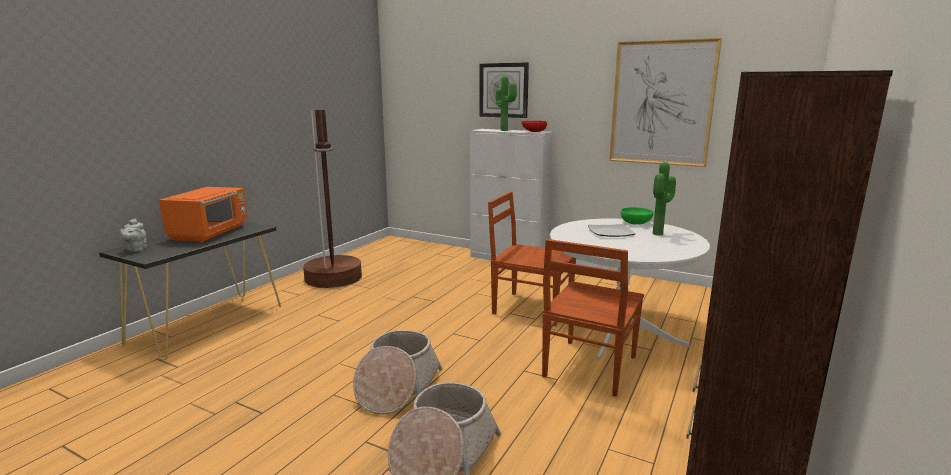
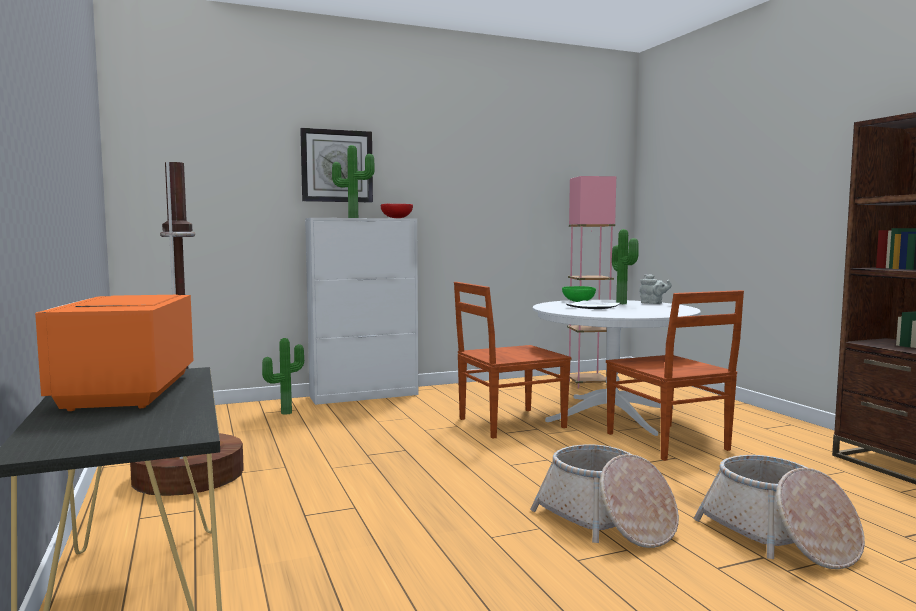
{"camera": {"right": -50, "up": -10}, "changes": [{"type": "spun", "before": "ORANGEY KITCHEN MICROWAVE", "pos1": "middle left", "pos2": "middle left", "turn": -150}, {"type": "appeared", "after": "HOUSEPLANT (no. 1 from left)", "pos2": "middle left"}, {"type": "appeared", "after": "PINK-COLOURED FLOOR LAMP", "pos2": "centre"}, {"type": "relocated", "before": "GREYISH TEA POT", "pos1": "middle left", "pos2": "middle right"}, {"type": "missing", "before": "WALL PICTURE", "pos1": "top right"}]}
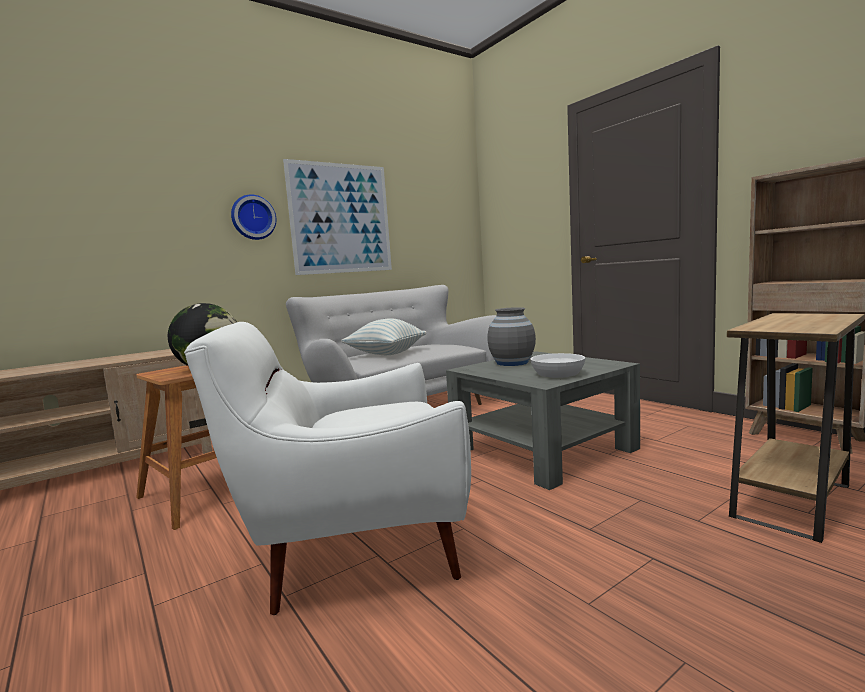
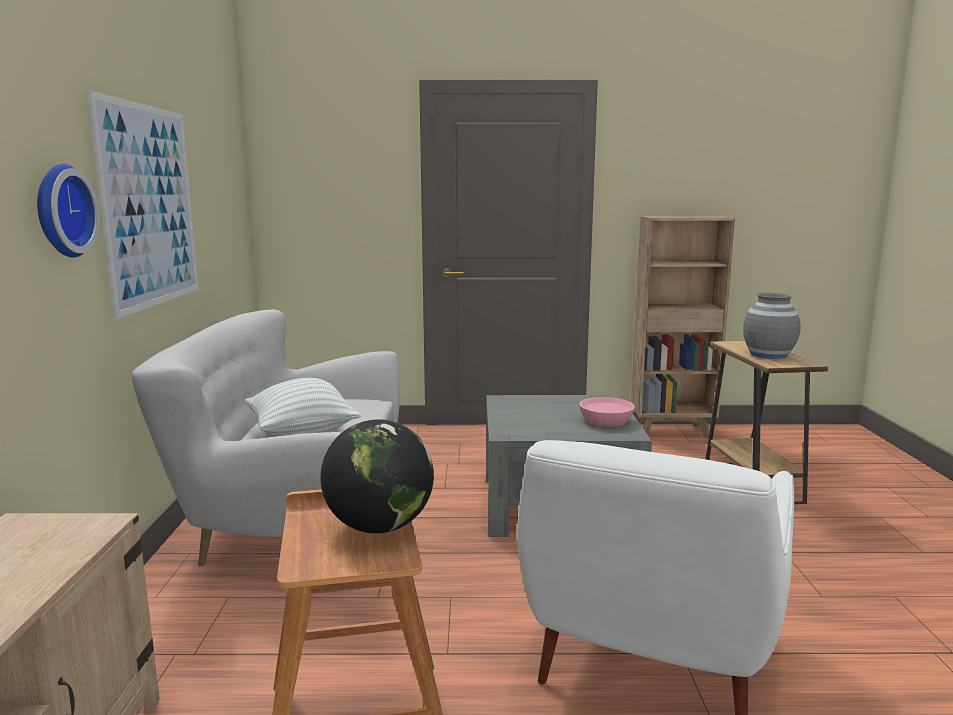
{"camera": {"right": -55, "up": 5}, "changes": [{"type": "colour", "before": "WHITE-COLOURED BOWL", "after": "PINK-COLOURED BOWL", "pos1": "centre", "pos2": "centre"}, {"type": "relocated", "before": "GREYISH VASE", "pos1": "centre", "pos2": "middle right"}]}
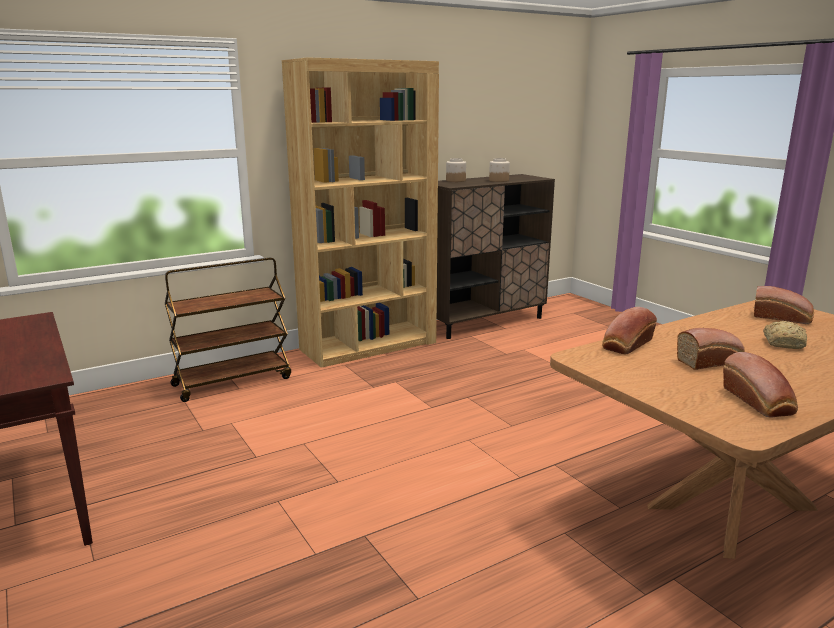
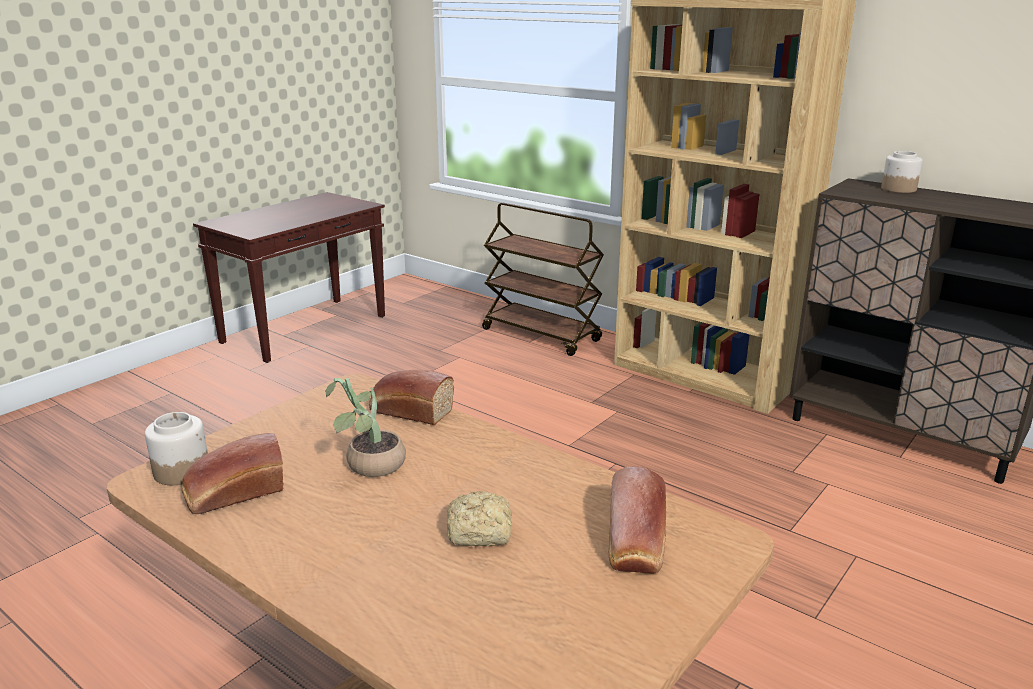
{"camera": {"right": 70, "up": 5}, "changes": [{"type": "relocated", "before": "PRESERVE JAR (no. 2 from left in the first image)", "after": "PRESERVE JAR (no. 1 from left)", "pos1": "top centre", "pos2": "middle left"}, {"type": "exchanged", "before": "BAKED BREAD (no. 2 from left)", "after": "HOUSEPLANT", "pos1": "middle right", "pos2": "centre"}]}
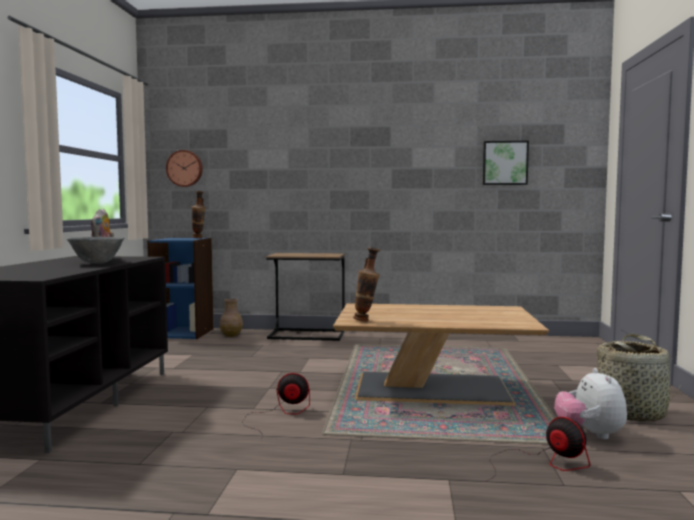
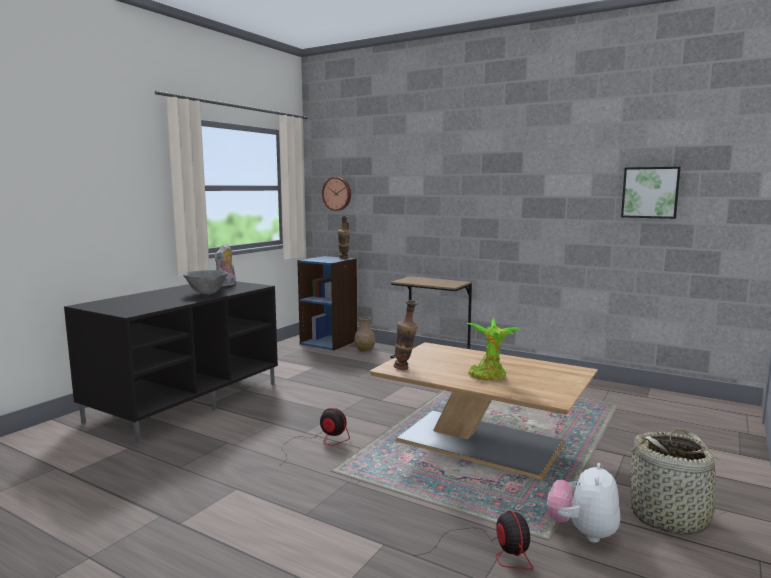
{"camera": {"right": 25, "up": 5}, "changes": [{"type": "appeared", "after": "HOUSEPLANT", "pos2": "centre"}]}
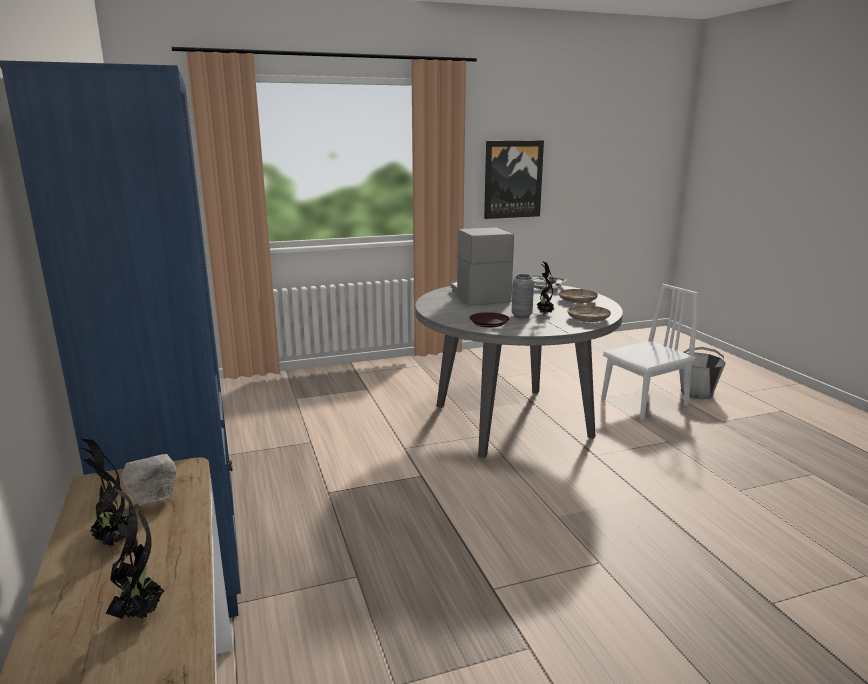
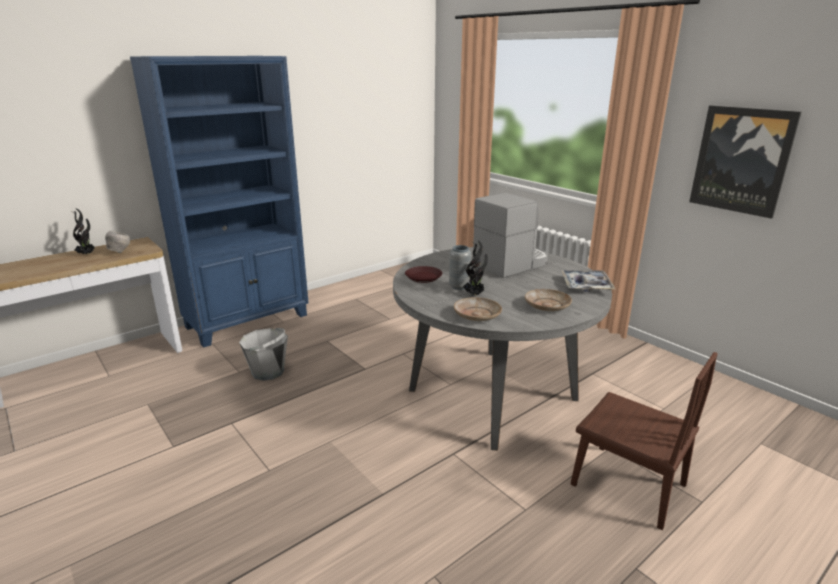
{"camera": {"right": 70, "up": 5}, "changes": [{"type": "relocated", "before": "GREYISH PAIL", "pos1": "middle right", "pos2": "middle left"}, {"type": "colour", "before": "WHITE-COLOURED UPRIGHT CHAIR", "after": "BROWNISH UPRIGHT CHAIR", "pos1": "middle right", "pos2": "bottom right"}, {"type": "missing", "before": "HOUSEPLANT (no. 2 from left)", "pos1": "bottom left"}]}
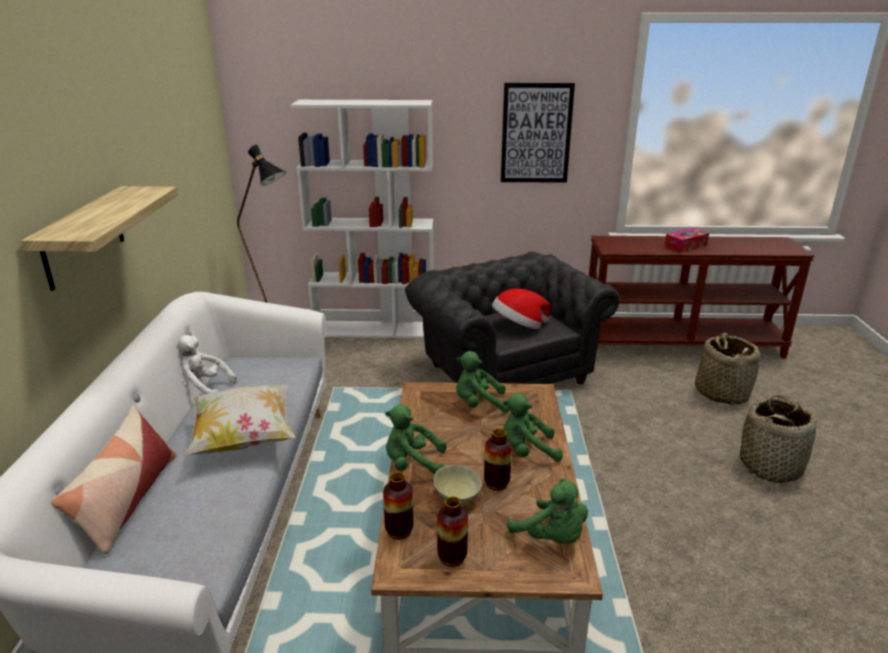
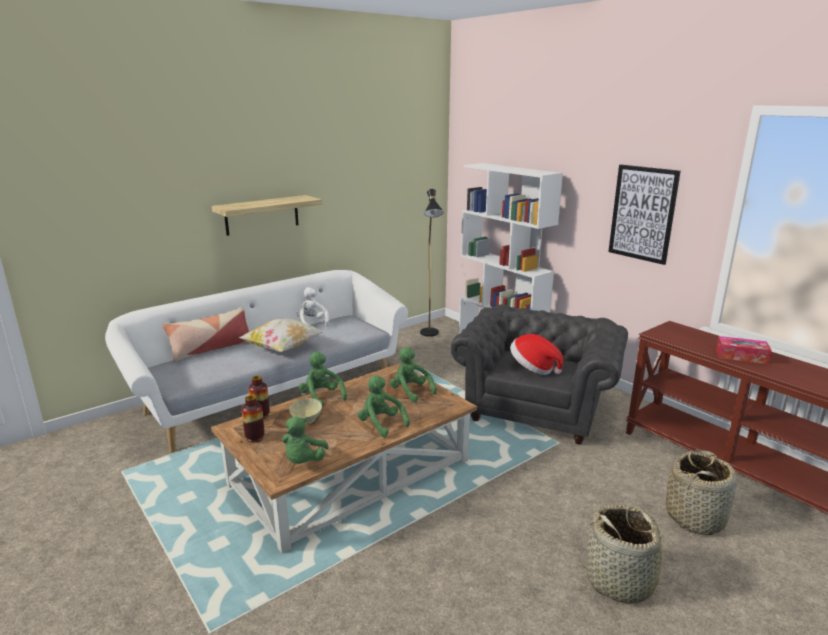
{"camera": {"right": 50, "up": -5}, "changes": [{"type": "missing", "before": "VASE (no. 3 from left)", "pos1": "bottom centre"}]}
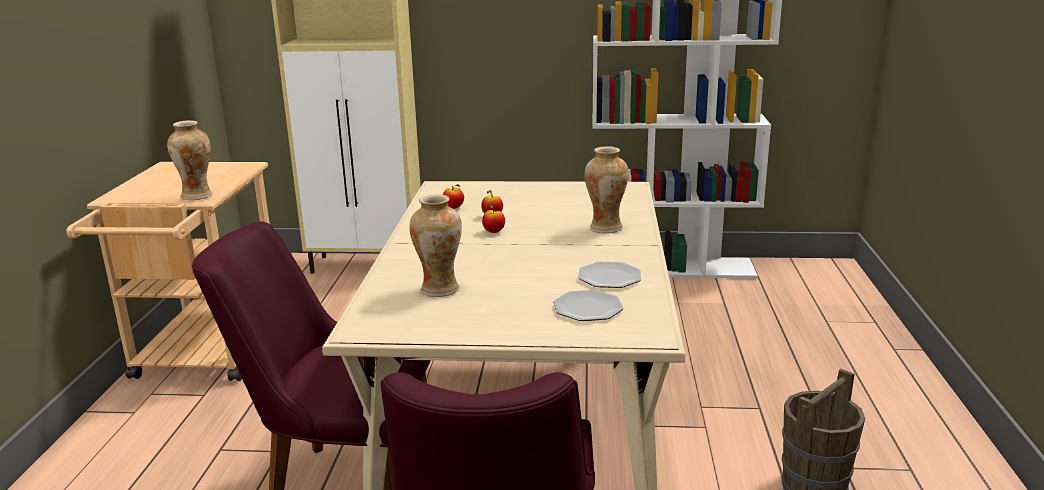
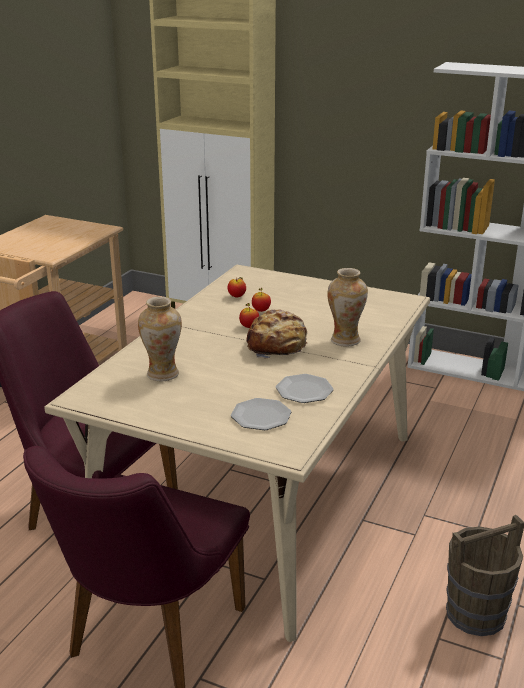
{"camera": {"right": 20, "up": 5}, "changes": [{"type": "appeared", "after": "BAKED BREAD", "pos2": "centre"}, {"type": "missing", "before": "VASE (no. 1 from left)", "pos1": "top left"}]}
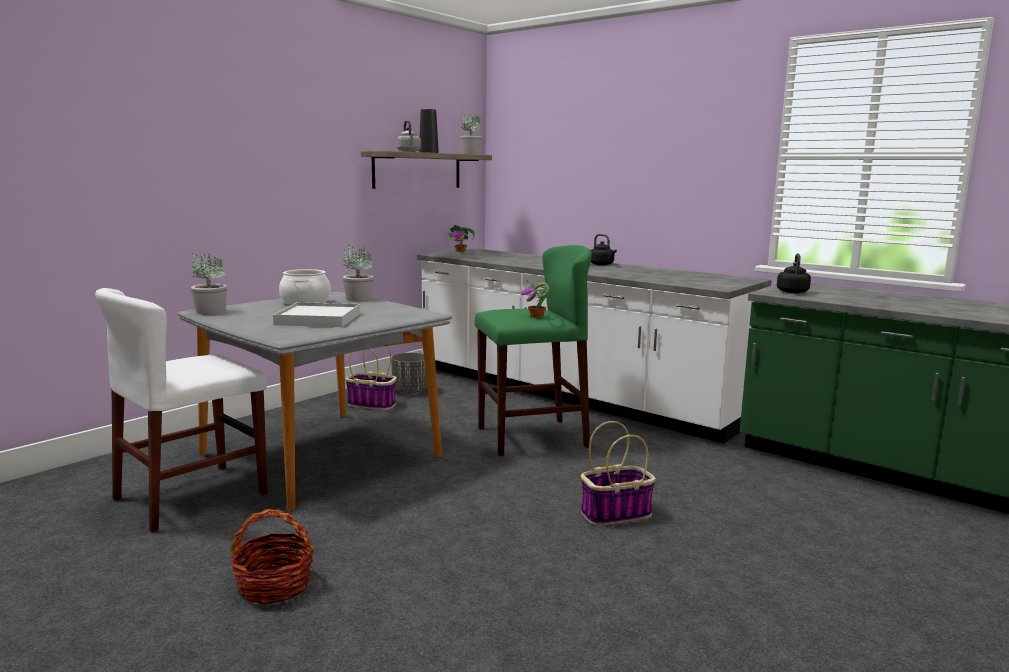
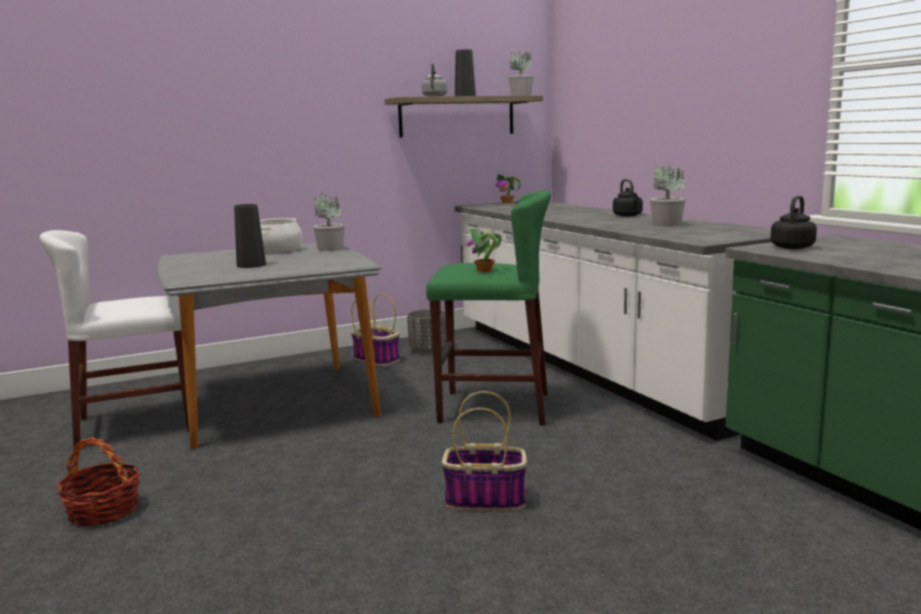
{"camera": {"right": 25, "up": 0}, "changes": [{"type": "exchanged", "before": "WHITE-COLOURED SERVING TRAY", "after": "BLACK-COLOURED VASE (no. 1 from left)", "pos1": "middle left", "pos2": "middle left"}, {"type": "relocated", "before": "HOUSEPLANT (no. 1 from left in the first image)", "after": "HOUSEPLANT (no. 5 from left)", "pos1": "middle left", "pos2": "top right"}]}
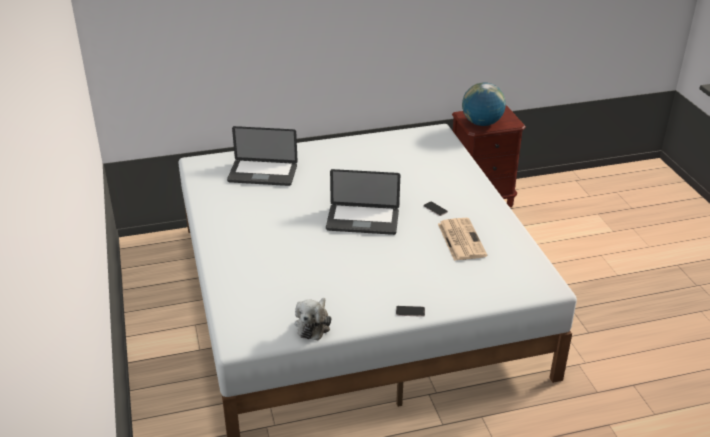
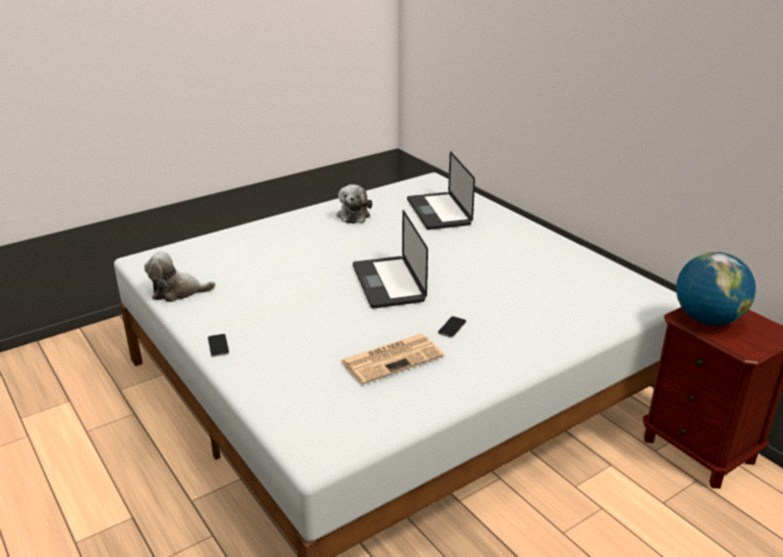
{"camera": {"right": 70, "up": -5}, "changes": [{"type": "appeared", "after": "CUDDLY TOY (no. 2 from left)", "pos2": "centre"}]}
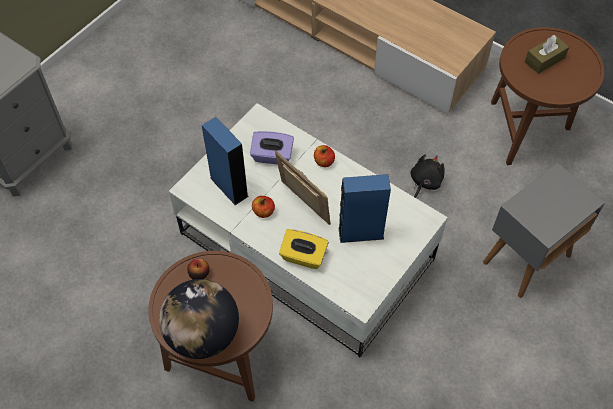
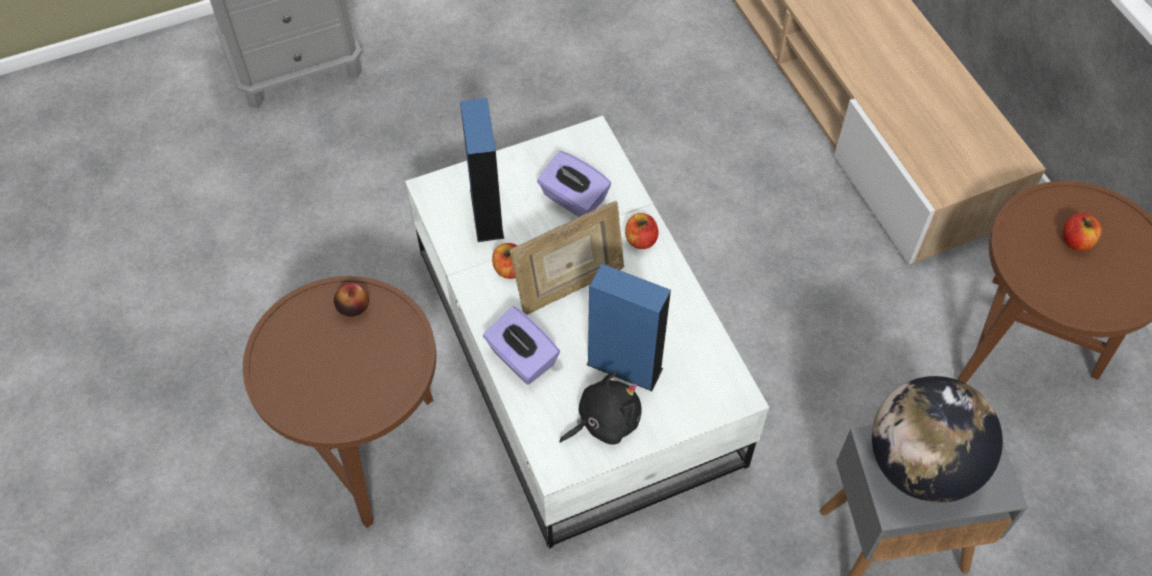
{"camera": {"right": 30, "up": 0}, "changes": [{"type": "colour", "before": "YELLOW TISSUE HOLDER", "after": "PURPLE-COLOURED TISSUE HOLDER (no. 1 from left)", "pos1": "centre", "pos2": "centre"}, {"type": "spun", "before": "PICTURE FRAME", "pos1": "centre", "pos2": "centre", "turn": 75}, {"type": "relocated", "before": "BLACK-COLOURED CUDDLY TOY", "pos1": "middle right", "pos2": "bottom centre"}, {"type": "relocated", "before": "DESK GLOBE", "pos1": "bottom left", "pos2": "bottom right"}, {"type": "exchanged", "before": "BROWNISH TISSUE HOLDER", "after": "WHOLE APPLE (no. 4 from left)", "pos1": "top right", "pos2": "middle right"}]}
